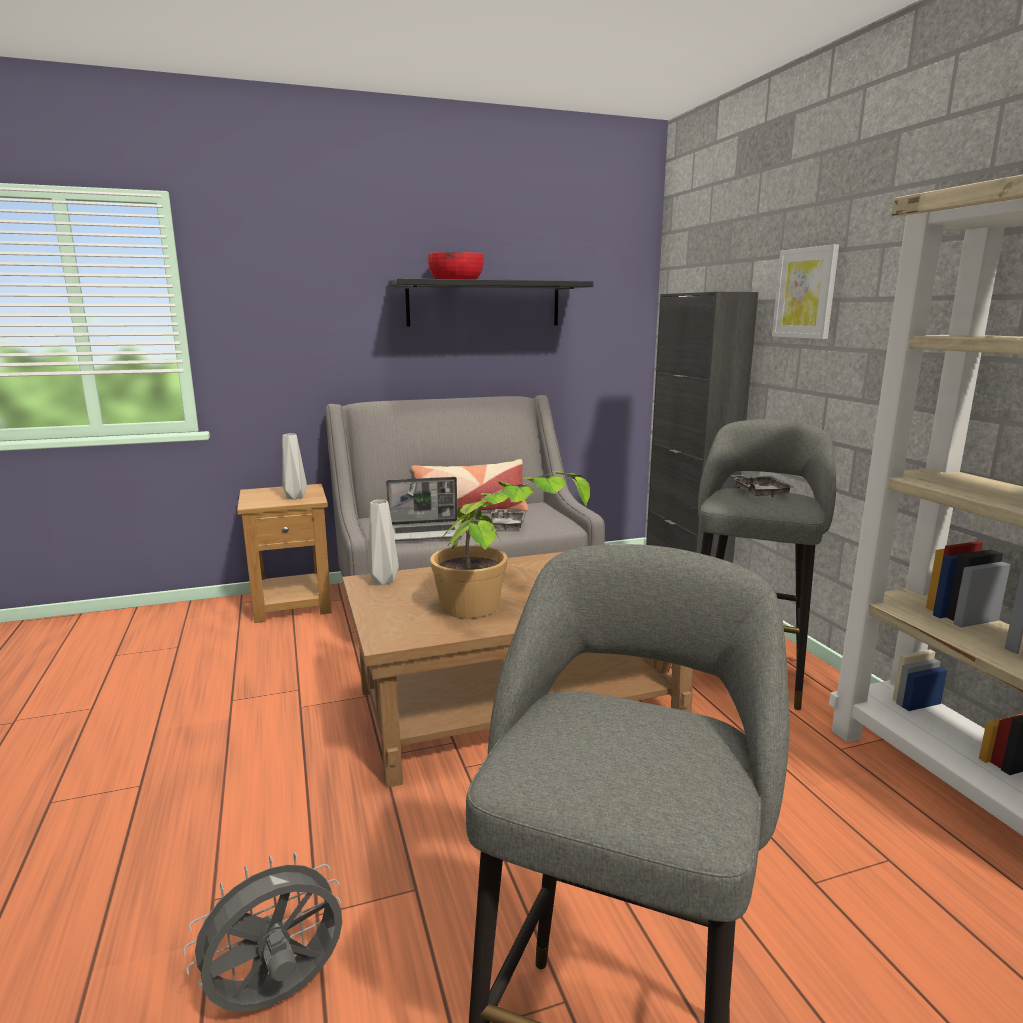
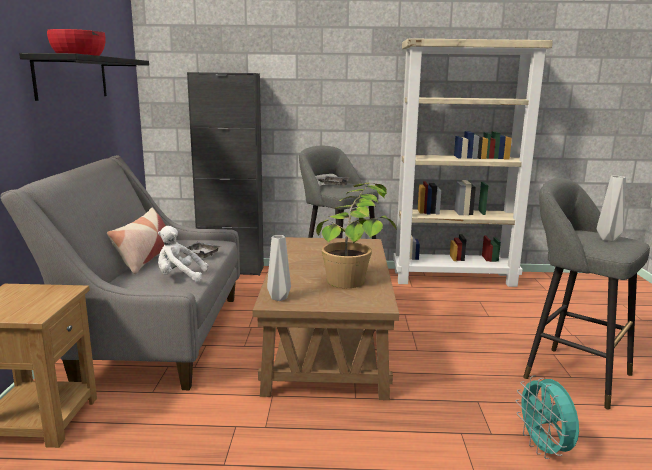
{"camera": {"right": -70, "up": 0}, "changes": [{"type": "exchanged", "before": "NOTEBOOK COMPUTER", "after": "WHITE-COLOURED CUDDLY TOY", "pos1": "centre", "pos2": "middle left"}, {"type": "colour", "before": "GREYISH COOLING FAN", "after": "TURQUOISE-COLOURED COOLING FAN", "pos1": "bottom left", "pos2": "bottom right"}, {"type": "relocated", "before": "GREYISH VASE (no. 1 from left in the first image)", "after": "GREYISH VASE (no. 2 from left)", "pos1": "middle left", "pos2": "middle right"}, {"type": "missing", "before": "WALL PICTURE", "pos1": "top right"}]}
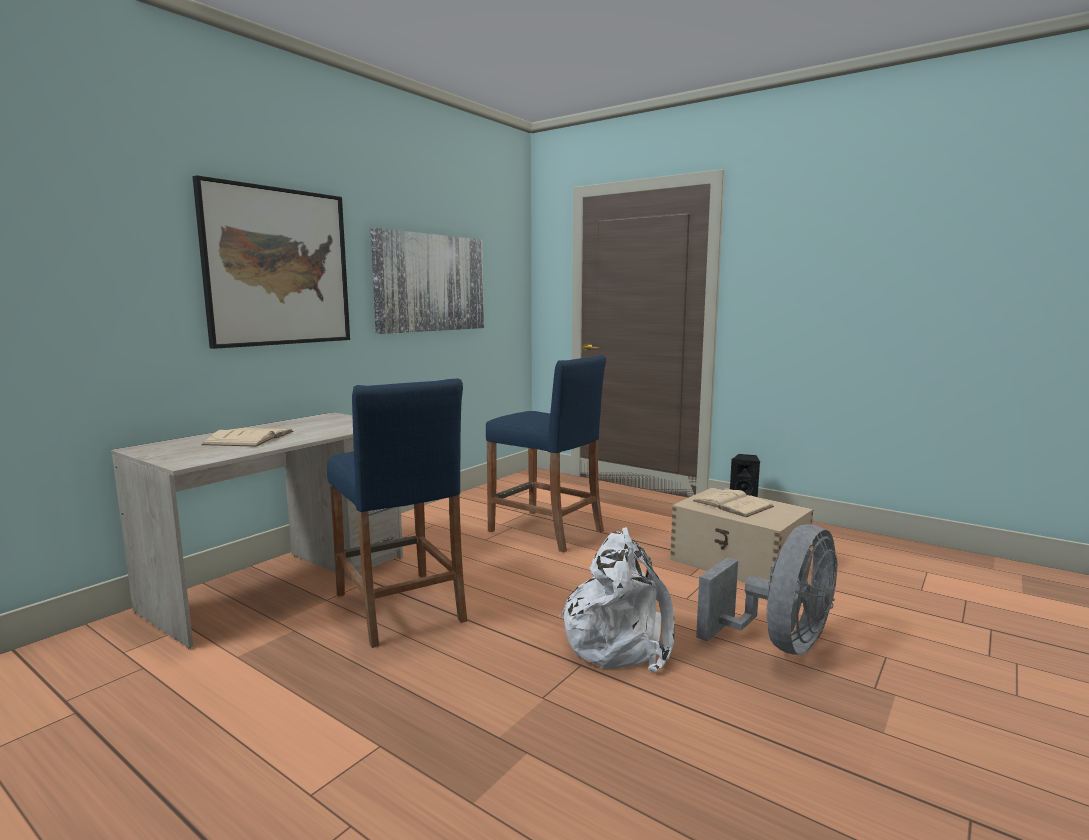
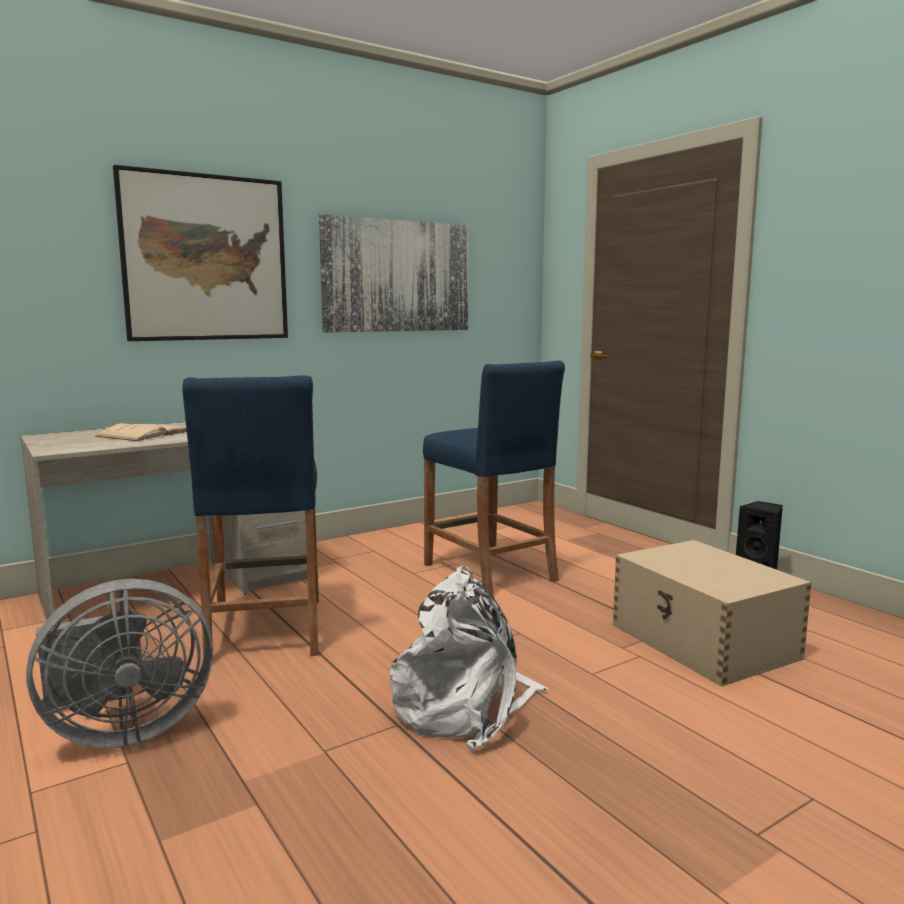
{"camera": {"right": 20, "up": 0}, "changes": [{"type": "relocated", "before": "GREYISH COOLING FAN", "pos1": "bottom right", "pos2": "bottom left"}, {"type": "missing", "before": "BEIGE-COLOURED VOLUME (no. 2 from left)", "pos1": "middle right"}]}
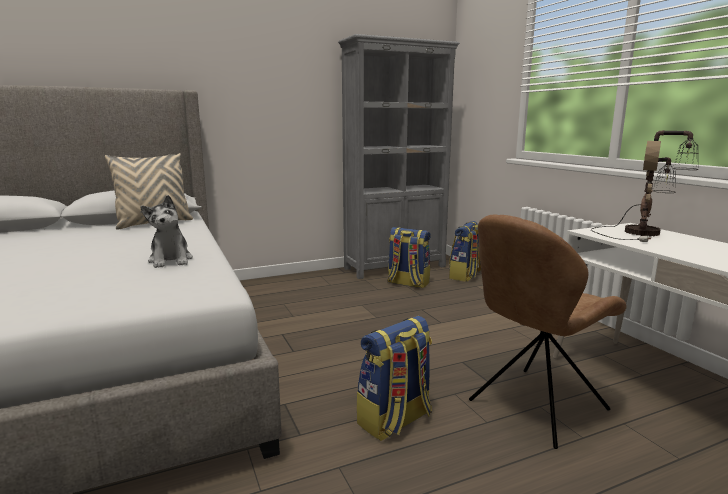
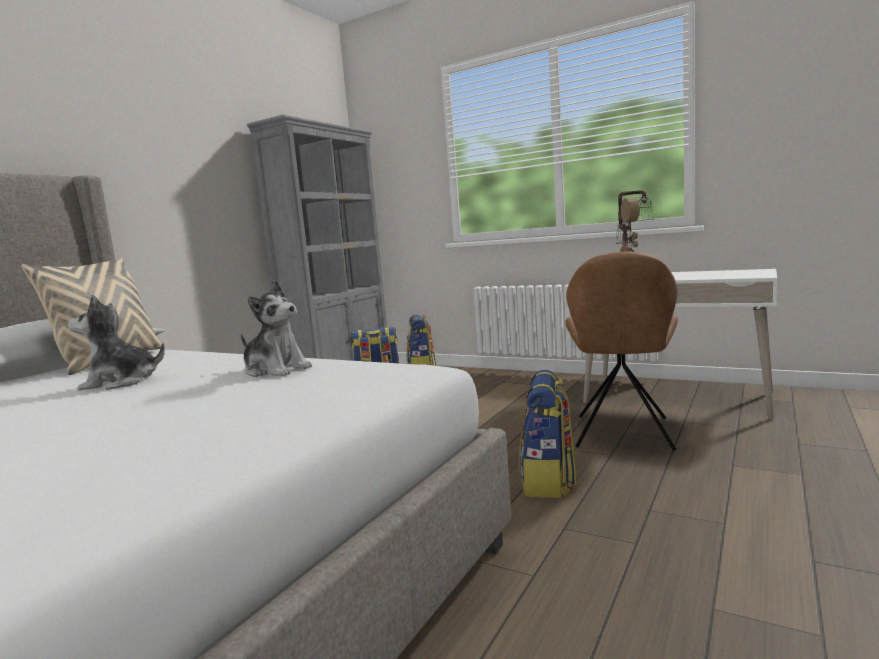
{"camera": {"right": -35, "up": -5}, "changes": [{"type": "appeared", "after": "CUDDLY TOY (no. 1 from left)", "pos2": "middle left"}]}
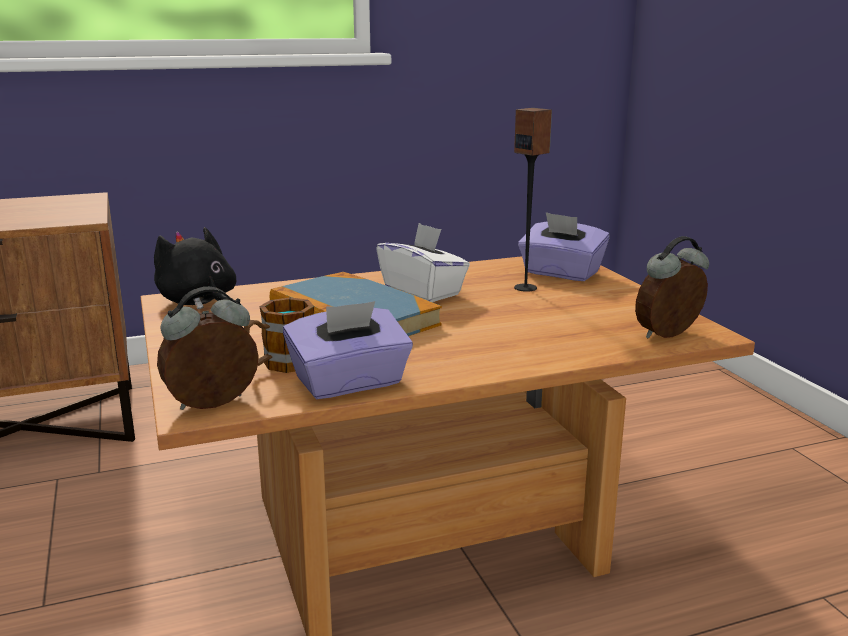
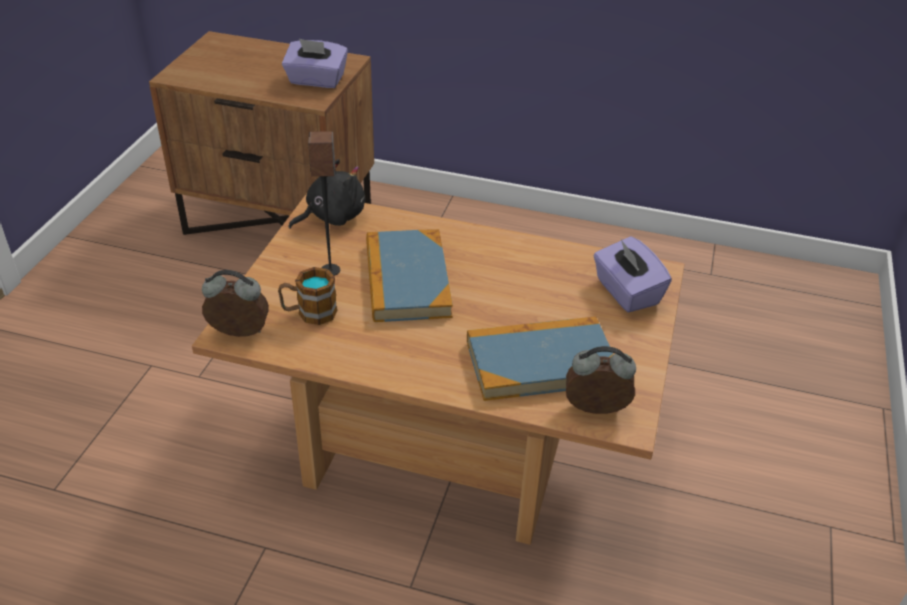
{"camera": {"right": 35, "up": 20}, "changes": [{"type": "relocated", "before": "PURPLE-COLOURED TISSUE HOLDER (no. 1 from left)", "pos1": "centre", "pos2": "top centre"}, {"type": "spun", "before": "BLACK-COLOURED CUDDLY TOY", "pos1": "middle left", "pos2": "top centre", "turn": 60}, {"type": "relocated", "before": "SPEAKER", "pos1": "top centre", "pos2": "centre"}, {"type": "appeared", "after": "VOLUME (no. 2 from left)", "pos2": "centre"}, {"type": "missing", "before": "WHITE-COLOURED TISSUE HOLDER", "pos1": "centre"}]}
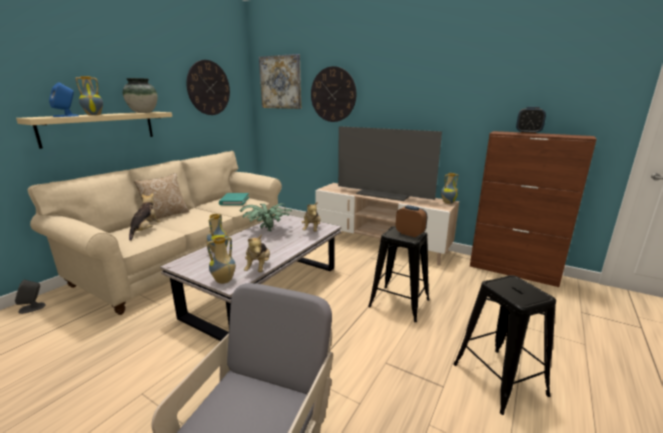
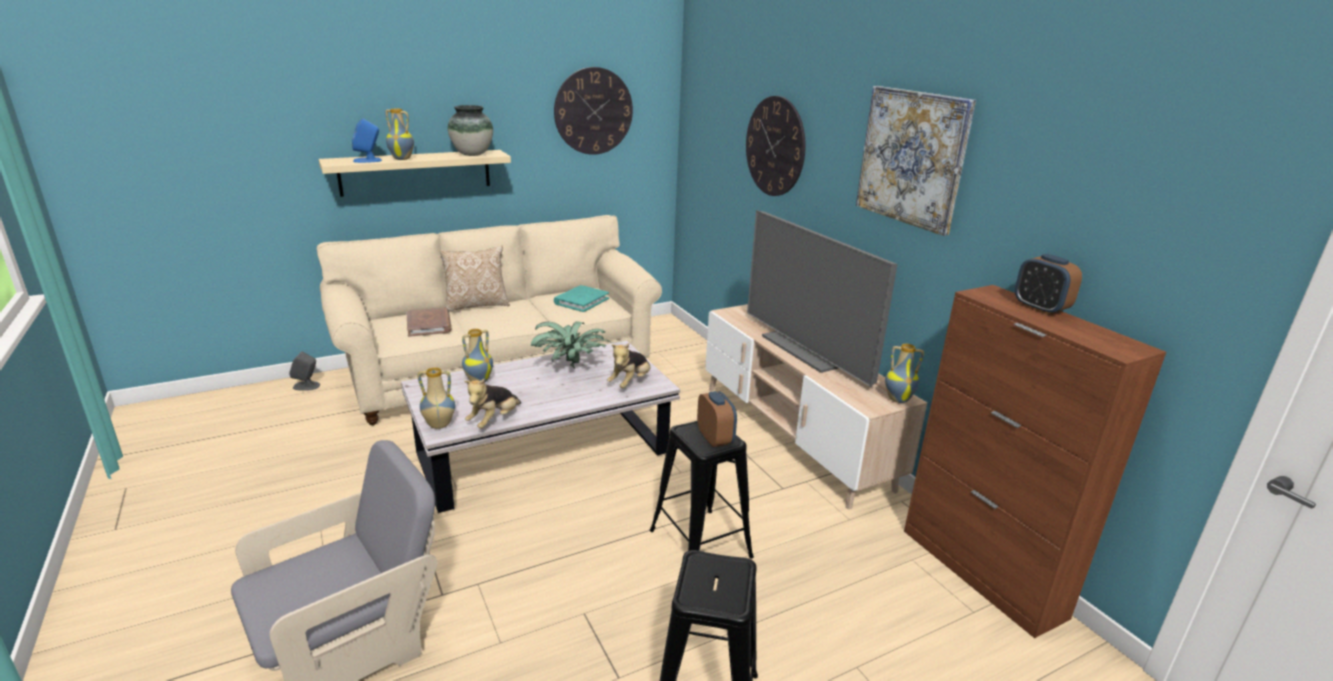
{"camera": {"right": 30, "up": 5}, "changes": [{"type": "exchanged", "before": "CUDDLY TOY (no. 1 from left)", "after": "BROWNISH VOLUME", "pos1": "middle left", "pos2": "middle left"}, {"type": "relocated", "before": "WALL PICTURE", "pos1": "top centre", "pos2": "top right"}]}
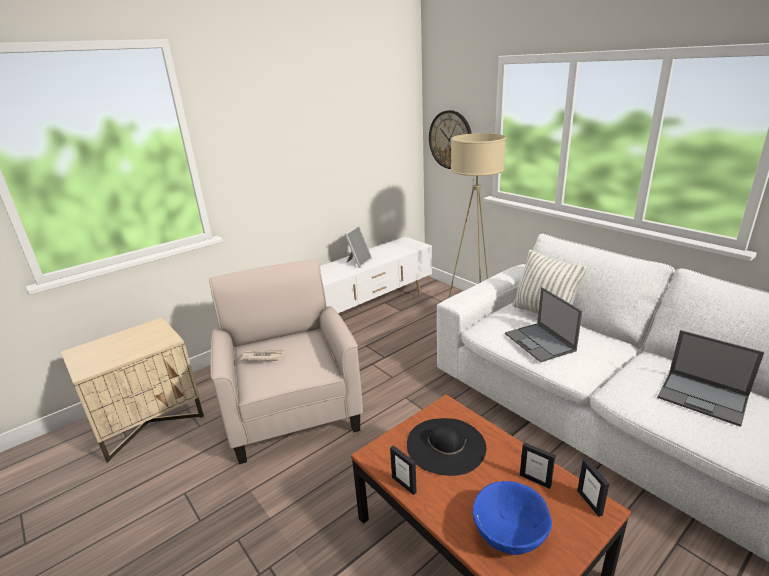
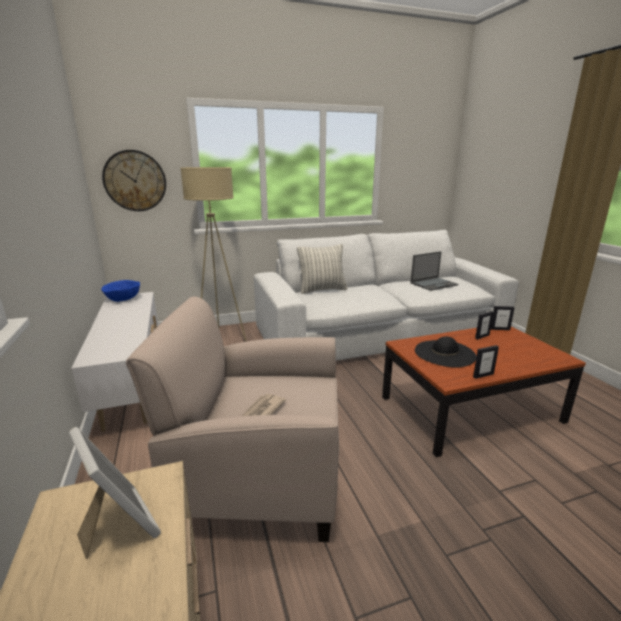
{"camera": {"right": -70, "up": -5}, "changes": [{"type": "relocated", "before": "PICTURE FRAME (no. 1 from left)", "pos1": "centre", "pos2": "bottom left"}, {"type": "relocated", "before": "BLUE-COLOURED BOWL", "pos1": "bottom centre", "pos2": "middle left"}, {"type": "missing", "before": "NOTEBOOK COMPUTER (no. 1 from left)", "pos1": "middle right"}]}
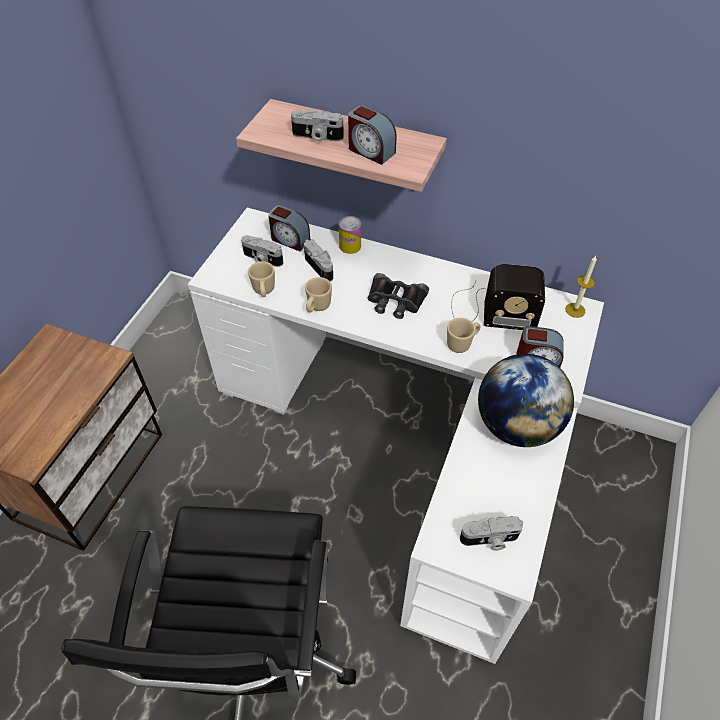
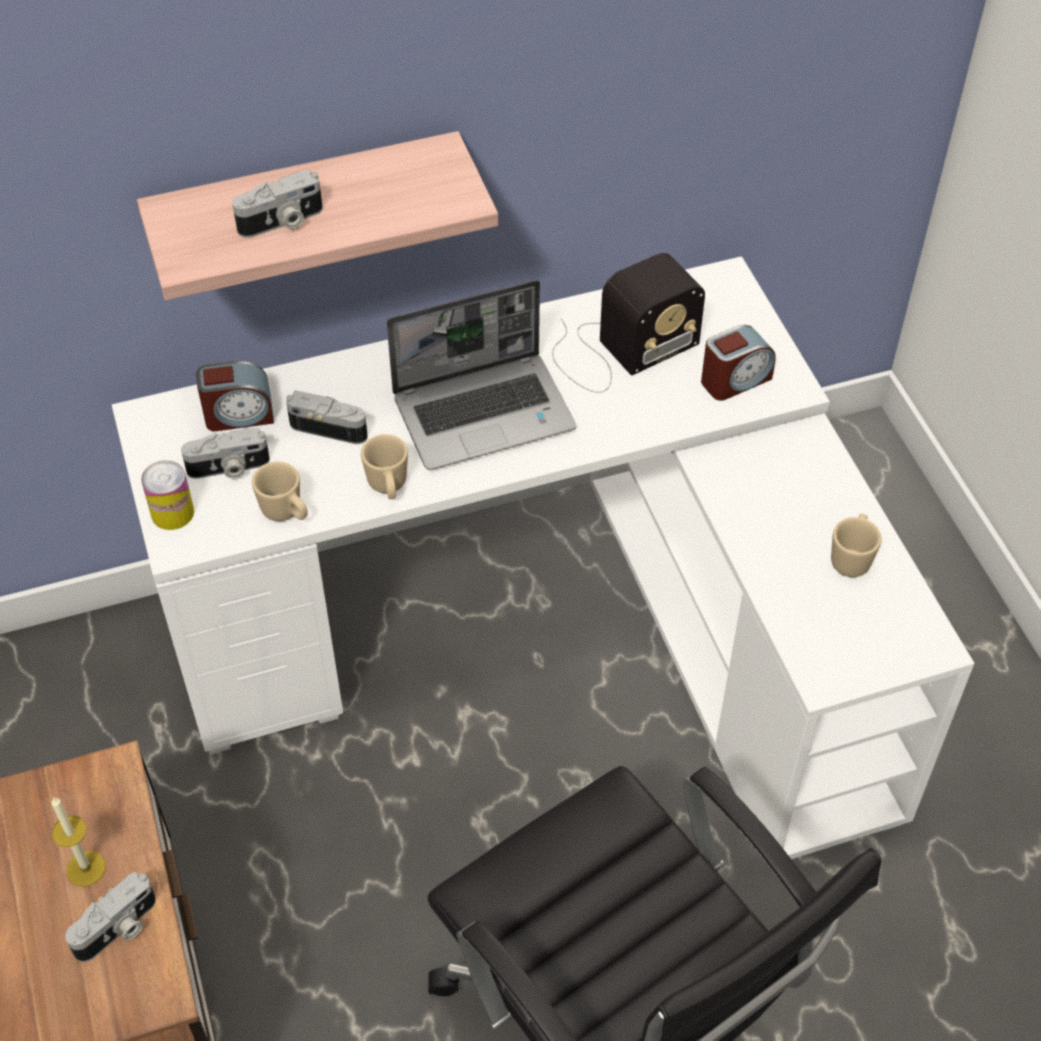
{"camera": {"right": -40, "up": 0}, "changes": [{"type": "relocated", "before": "CANDLE", "pos1": "middle right", "pos2": "bottom left"}, {"type": "relocated", "before": "STILL CAMERA (no. 4 from left in the first image)", "after": "STILL CAMERA (no. 1 from left)", "pos1": "bottom right", "pos2": "bottom left"}, {"type": "relocated", "before": "METAL CAN", "pos1": "top centre", "pos2": "middle left"}, {"type": "exchanged", "before": "BLACK-COLOURED BINOCULARS", "after": "NOTEBOOK COMPUTER", "pos1": "centre", "pos2": "centre"}, {"type": "relocated", "before": "BEIGE-COLOURED COFFEE MUG (no. 3 from left)", "pos1": "centre", "pos2": "middle right"}, {"type": "missing", "before": "ALARM CLOCK (no. 2 from left)", "pos1": "top centre"}, {"type": "missing", "before": "DESK GLOBE", "pos1": "middle right"}]}
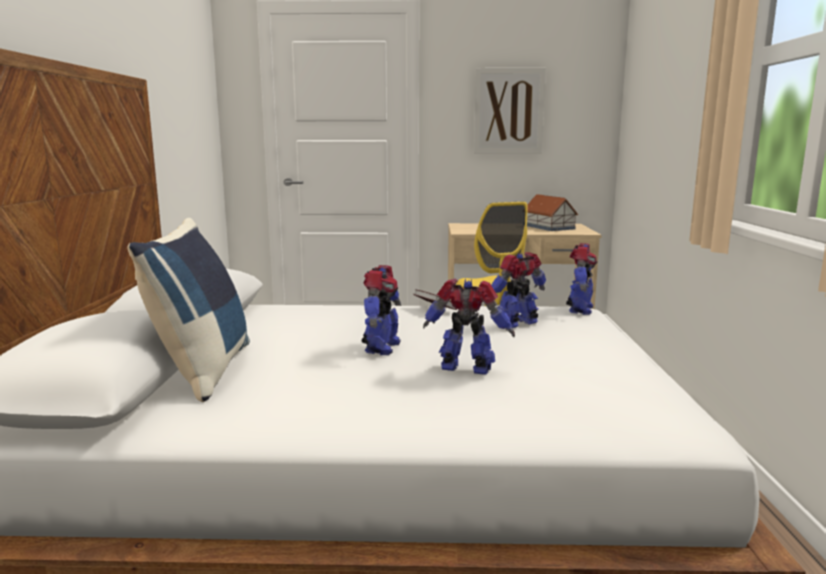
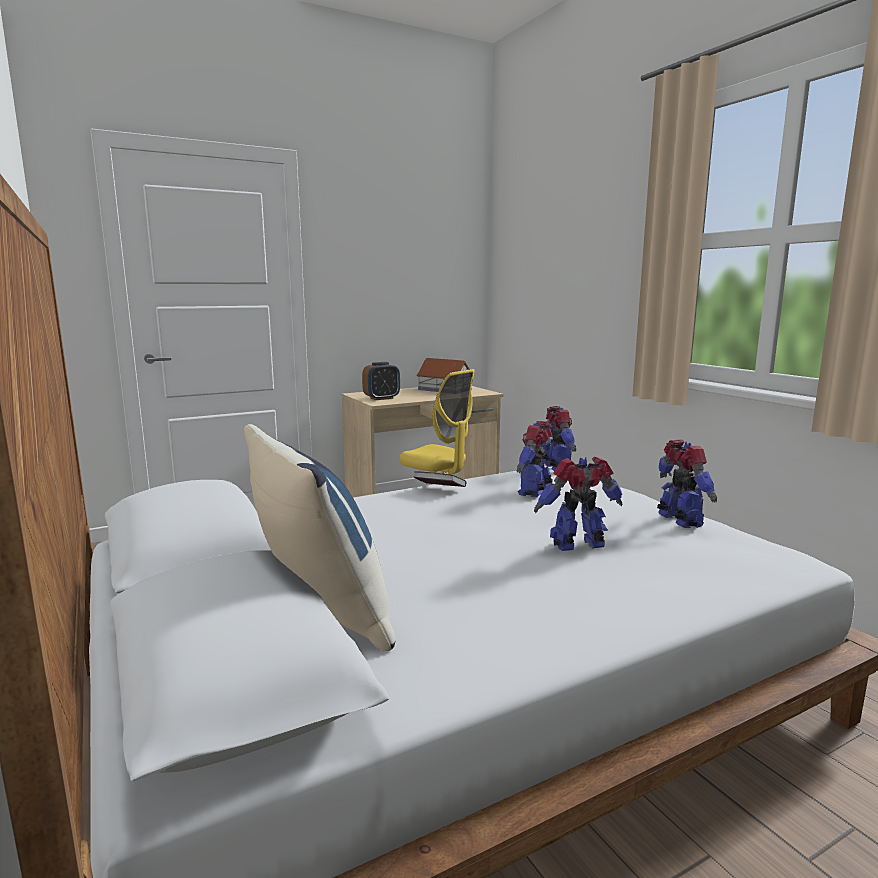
{"camera": {"right": -30, "up": 0}, "changes": [{"type": "appeared", "after": "ALARM CLOCK", "pos2": "centre"}, {"type": "relocated", "before": "MODEL ROBOT (no. 1 from left in the first image)", "after": "MODEL ROBOT (no. 4 from left)", "pos1": "centre", "pos2": "middle right"}, {"type": "missing", "before": "WALL PICTURE", "pos1": "top centre"}]}
